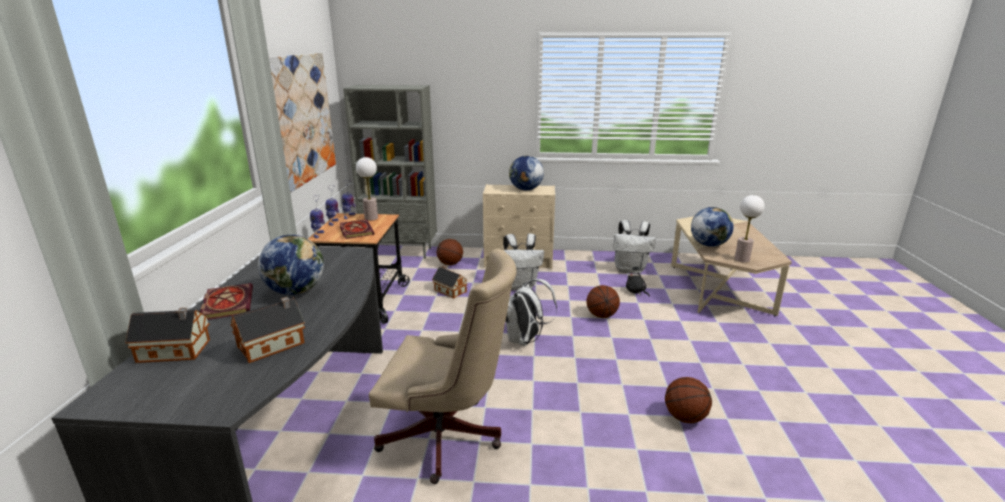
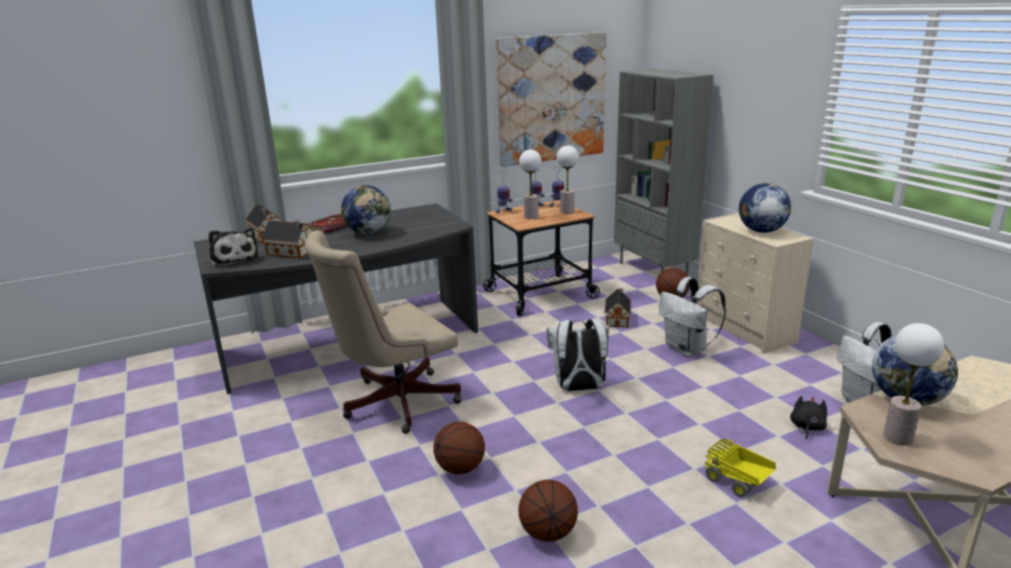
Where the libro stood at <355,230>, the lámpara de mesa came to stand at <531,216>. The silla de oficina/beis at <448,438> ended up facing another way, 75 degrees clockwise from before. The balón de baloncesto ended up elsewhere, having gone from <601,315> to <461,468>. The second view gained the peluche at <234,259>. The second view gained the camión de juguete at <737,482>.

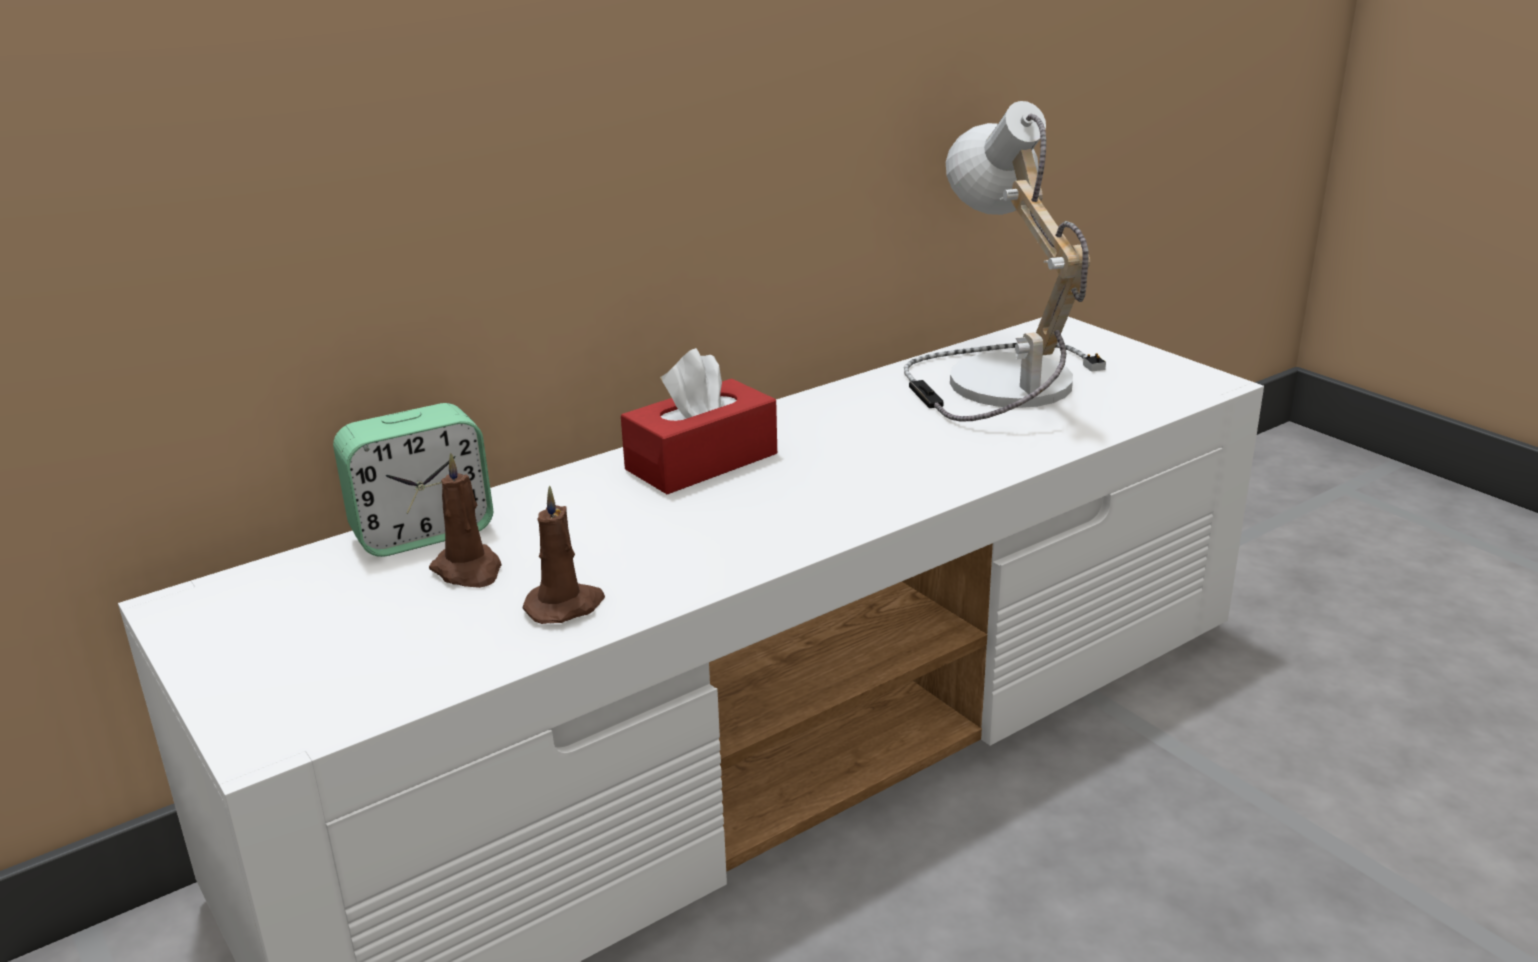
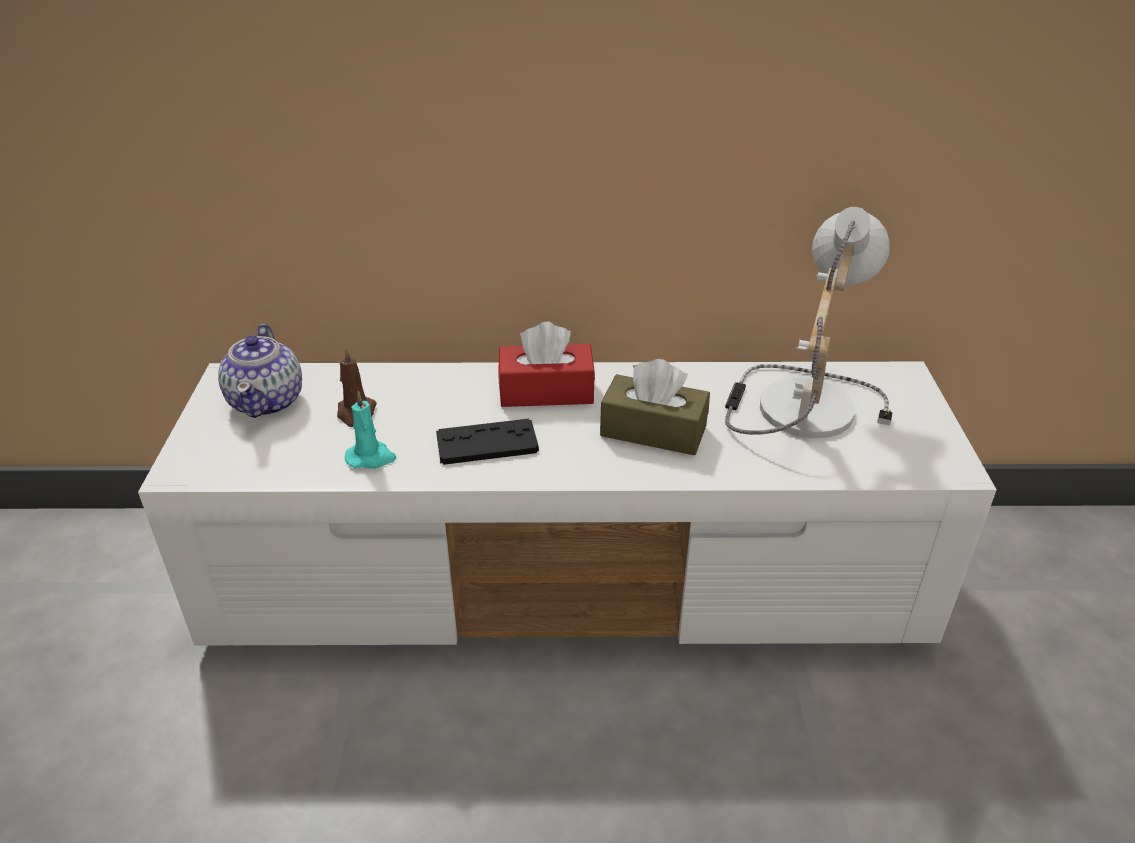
The second view lost the despertador at <422,533>. What was the vela/marrón at <565,606> turned into the vela/turquesa at <371,458>. The second view gained the tetera at <267,401>. The second view gained the mando de consola/negro at <487,443>. The second view gained the caja de pañuelos/marrón at <653,431>.

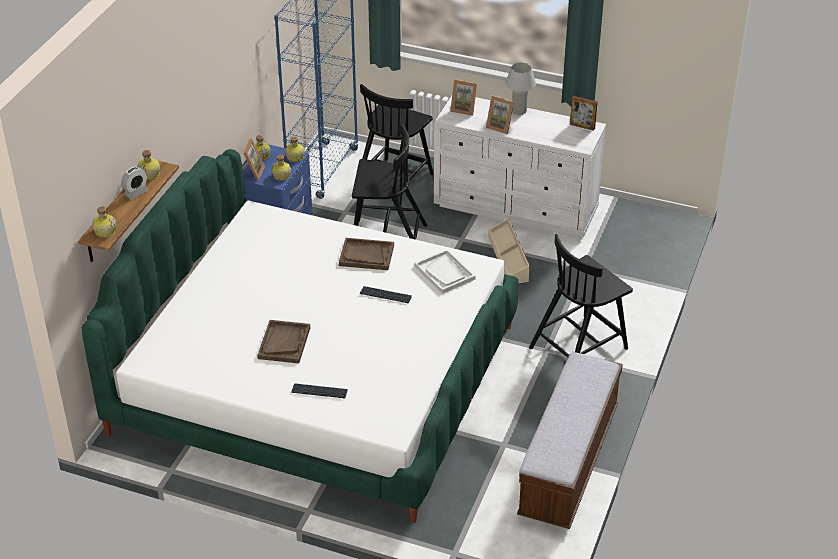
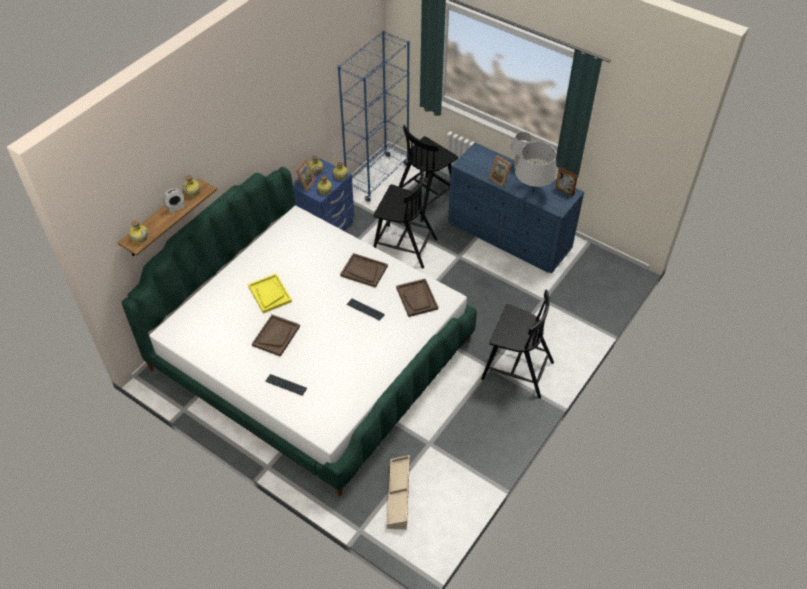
What was the bandeja/blanco at <445,273> turned into the bandeja/marrón at <417,298>. What was the cómoda/blanco at <517,207> turned into the cómoda/azul at <510,237>. The second view lost the portarretratos at <464,109>. The caja de almacenaje/beis ended up elsewhere, having gone from <509,258> to <399,495>. The second view lost the banco at <568,462>. The silla/negro at <579,347> ended up facing another way, 135 degrees counterclockwise from before. The second view gained the bandeja/amarillo at <269,294>. The second view gained the lámpara de mesa/gris at <532,192>.

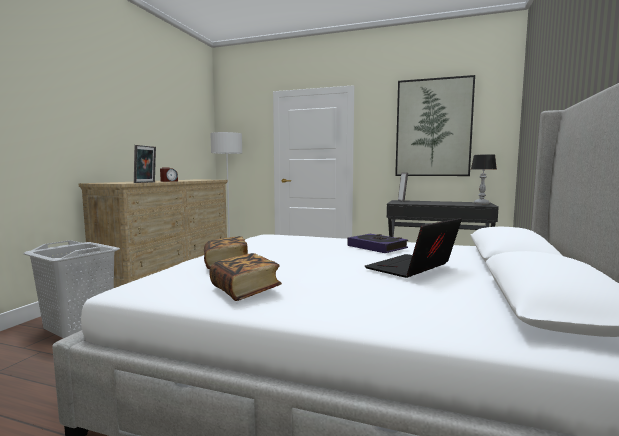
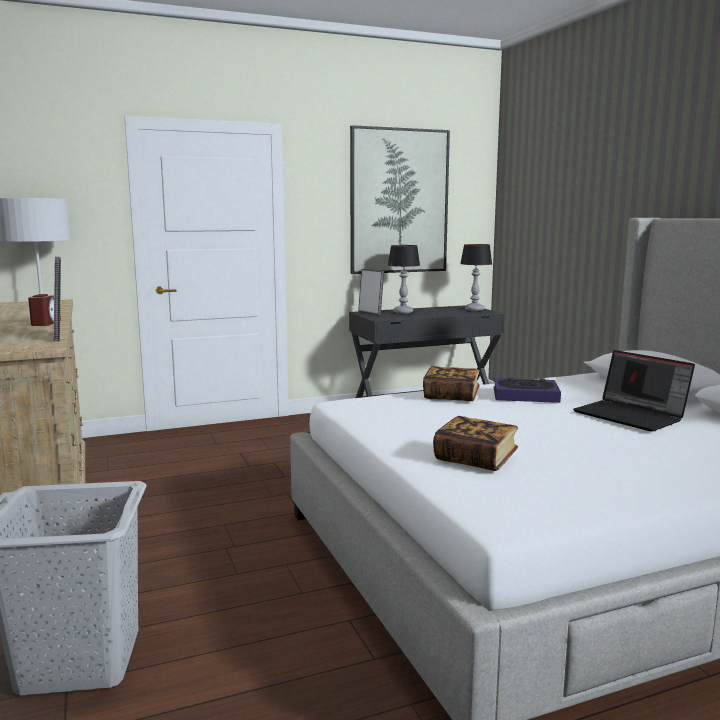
The libro ended up elsewhere, having gone from <245,291> to <451,396>. The portátil at <412,268> ended up facing another way, 45 degrees counterclockwise from before. The second view gained the lámpara de mesa at <403,312>.

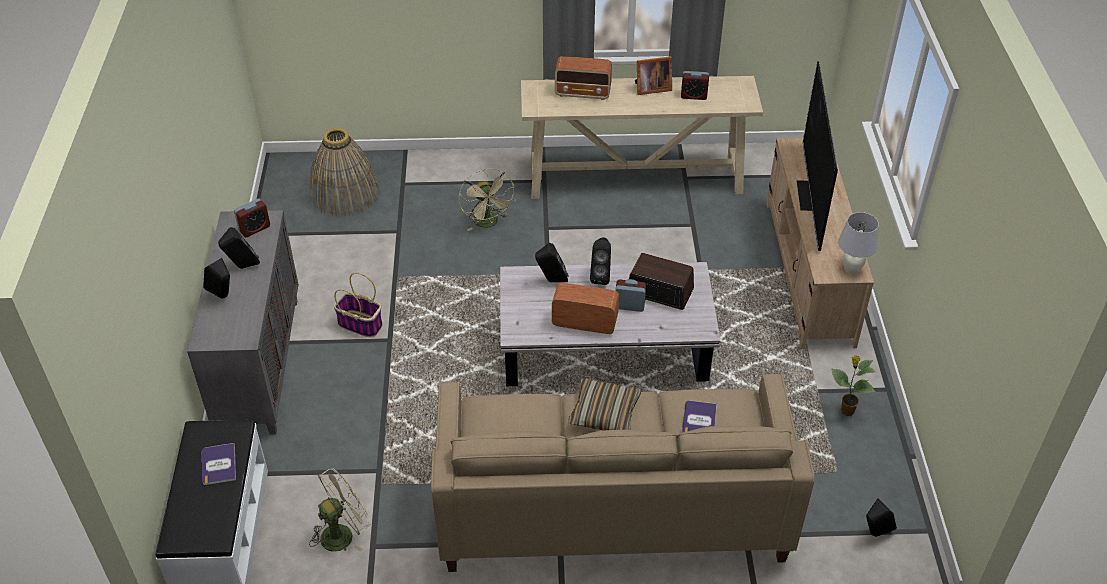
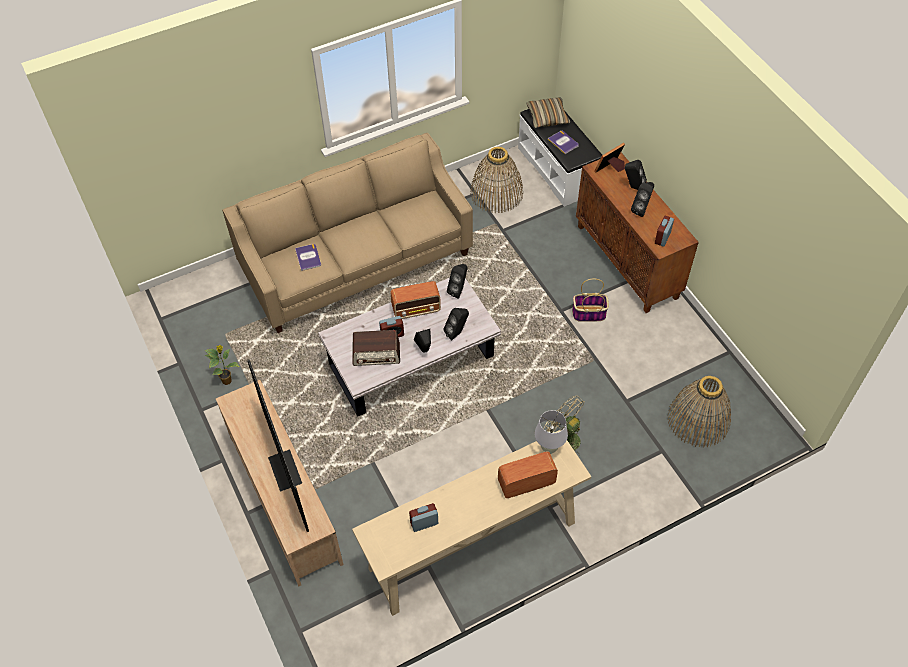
What was the armario/gris at <259,364> turned into the armario/marrón at <628,262>. Where the ventilador/beis stood at <342,533>, the cesta came to stand at <496,193>. The cojín ended up elsewhere, having gone from <604,413> to <547,117>. The portarretratos ended up elsewhere, having gone from <651,88> to <610,168>. The lámpara de mesa/blanco ended up elsewhere, having gone from <851,269> to <549,449>. The altavoz/negro ended up elsewhere, having gone from <874,534> to <458,290>.

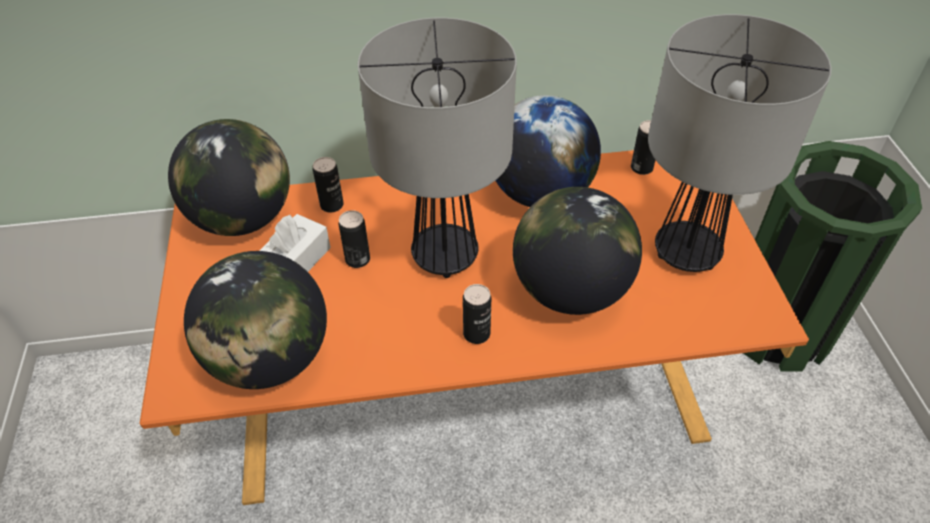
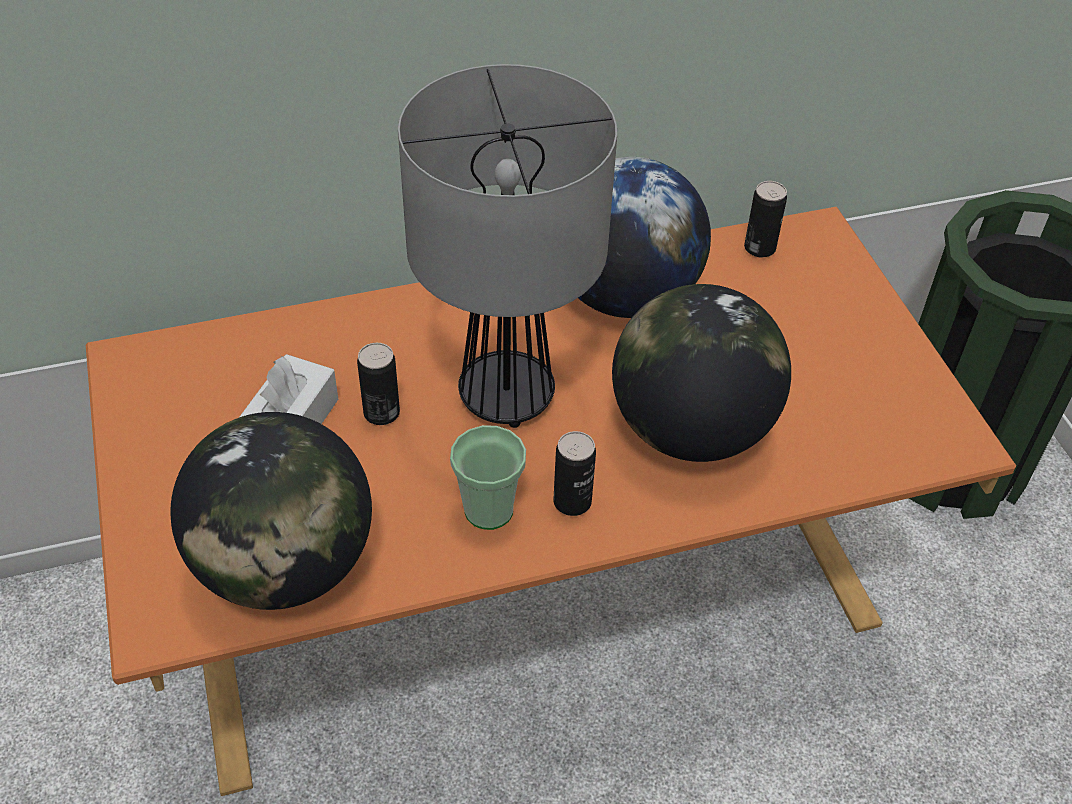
The second view lost the globo terráqueo at <243,219>. The second view lost the lata at <332,205>. The second view lost the lámpara de mesa at <685,253>. The second view gained the taza at <488,510>.

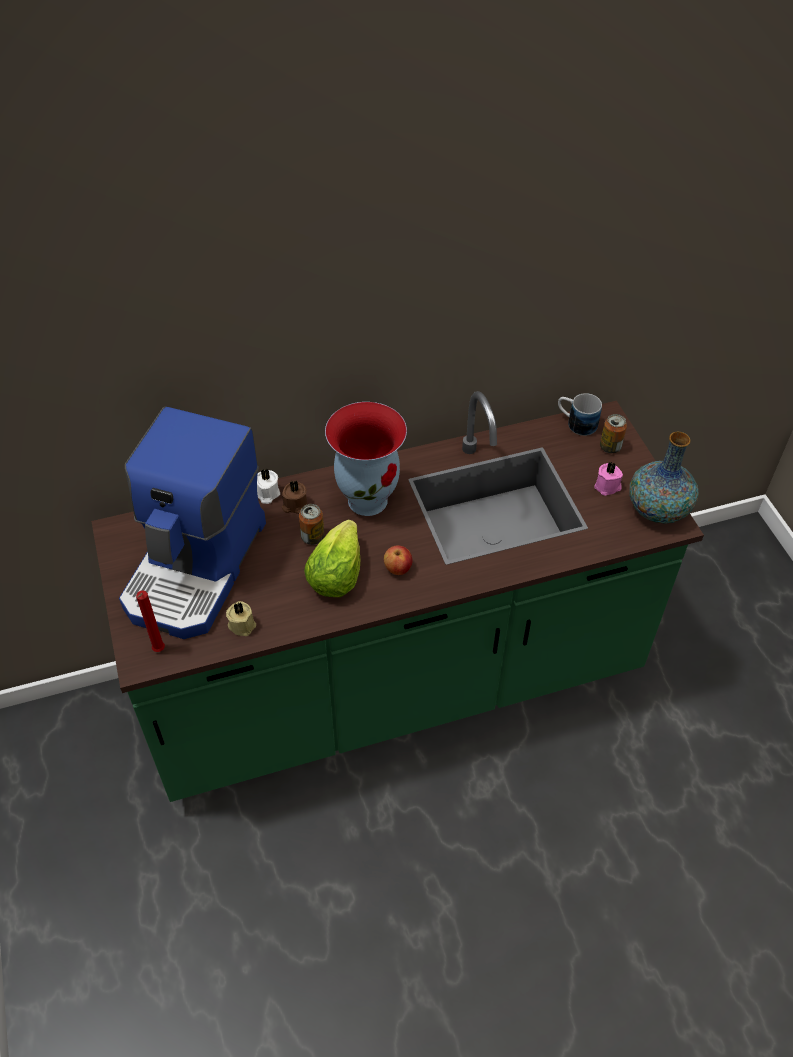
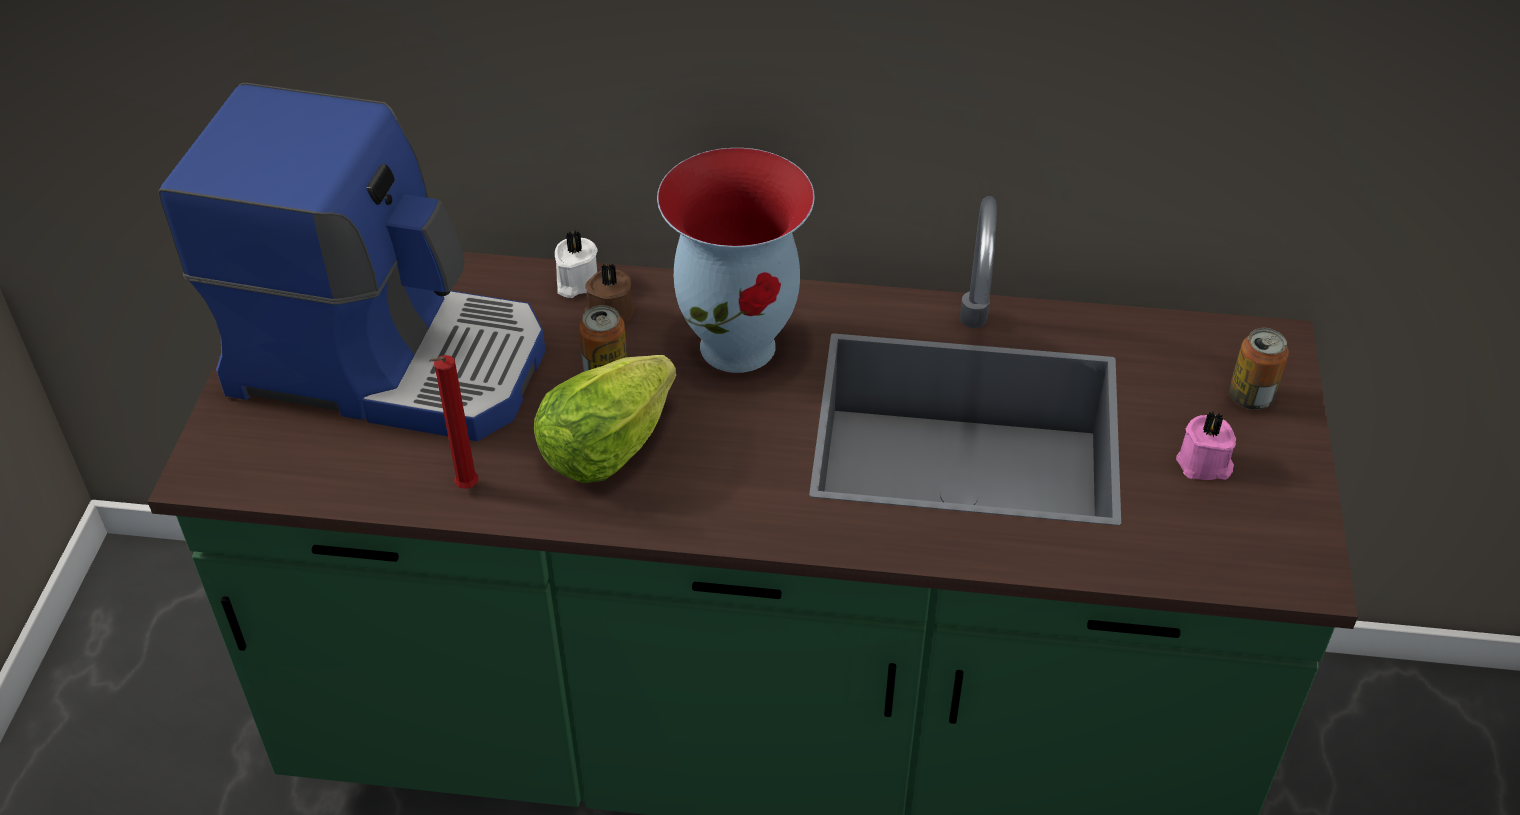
The cafetera at <197,567> ended up facing another way, 120 degrees counterclockwise from before. The vela/rojo ended up elsewhere, having gone from <158,651> to <465,489>. The second view lost the vela/beis at <242,624>. The second view lost the manzana at <398,569>. The second view lost the taza grande at <576,423>. The second view lost the florero at <657,510>.

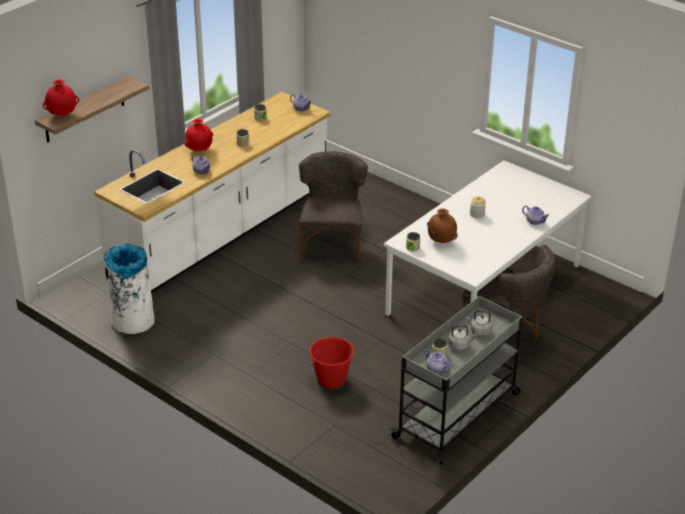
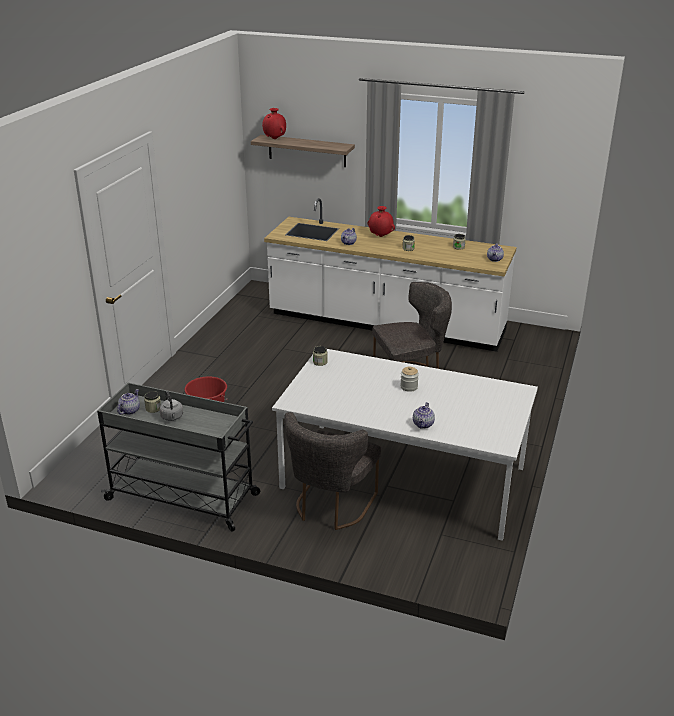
The second view lost the papelera/blanco at <133,322>. The second view lost the florero/marrón at <441,241>. The second view lost the hervidor/gris at <479,331>.

